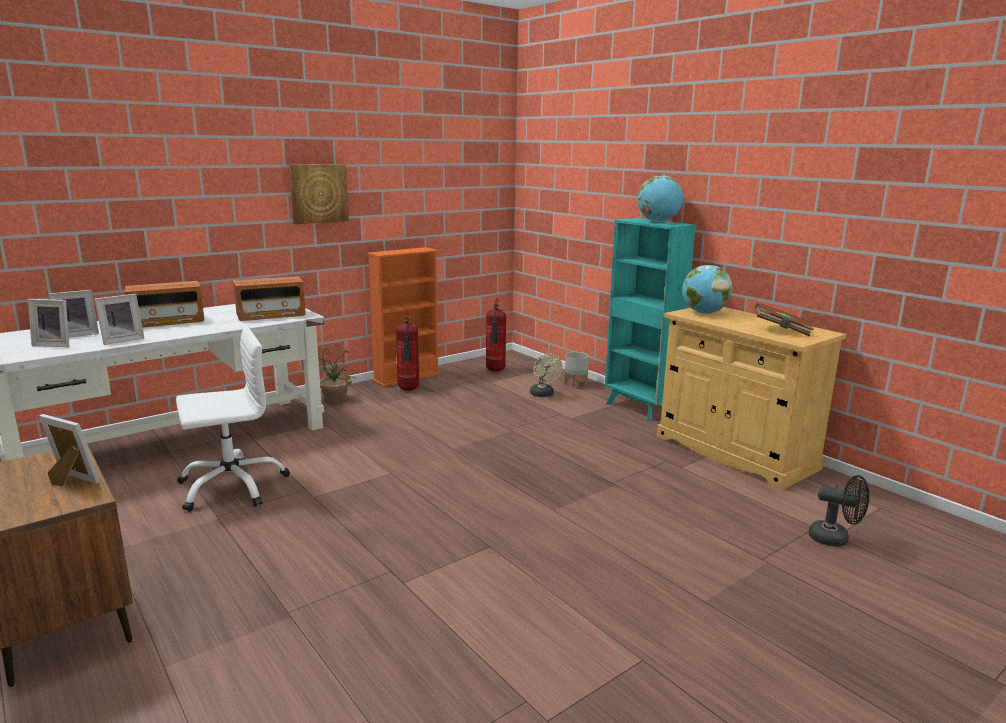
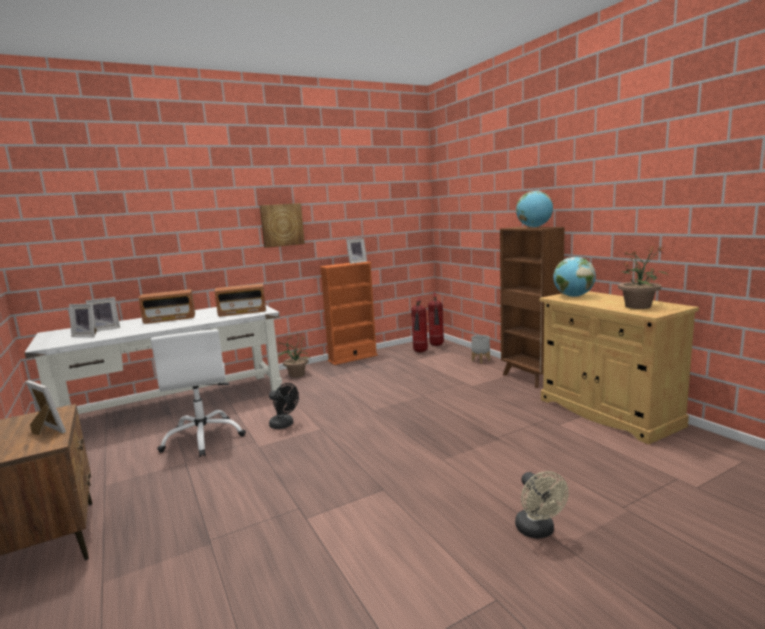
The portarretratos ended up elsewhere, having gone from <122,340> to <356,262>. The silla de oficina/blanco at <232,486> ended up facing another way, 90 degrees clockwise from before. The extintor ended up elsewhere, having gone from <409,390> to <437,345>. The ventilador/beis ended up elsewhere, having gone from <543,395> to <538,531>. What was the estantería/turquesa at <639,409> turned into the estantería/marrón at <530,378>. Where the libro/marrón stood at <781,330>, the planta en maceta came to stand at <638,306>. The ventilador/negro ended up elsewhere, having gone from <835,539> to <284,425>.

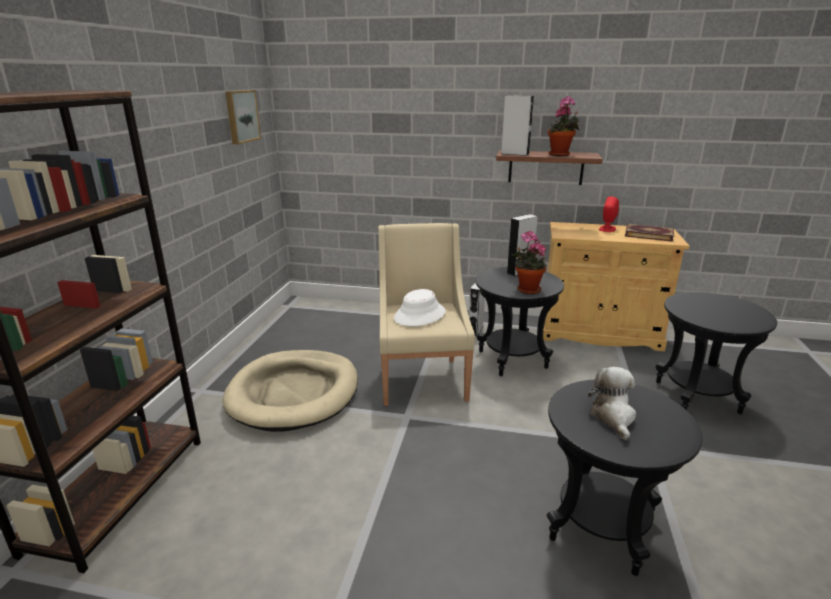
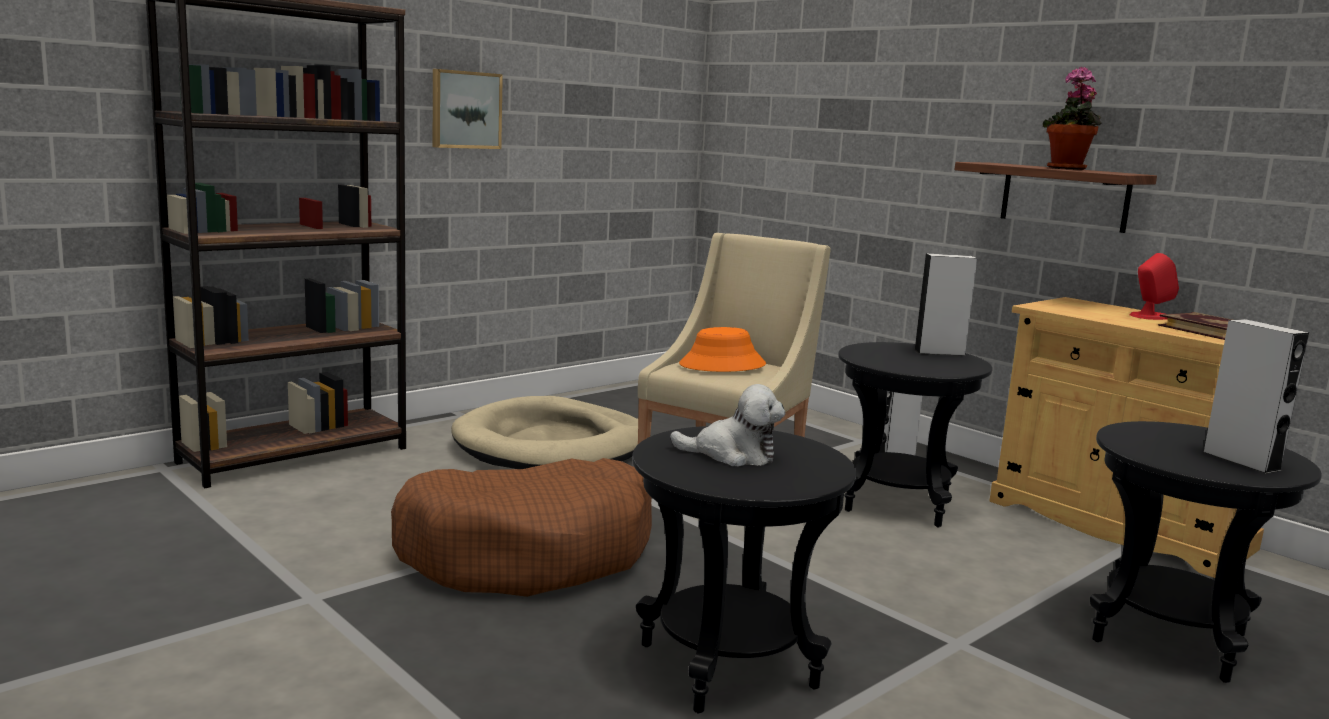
The cuadro ended up elsewhere, having gone from <241,116> to <465,110>. What was the sombrero/blanco at <420,315> turned into the sombrero/naranja at <722,365>. The altavoz/gris ended up elsewhere, having gone from <515,154> to <1241,461>. The second view lost the planta en maceta at <526,290>. The peluche at <613,417> ended up facing another way, 60 degrees clockwise from before. The second view gained the cama para perro/marrón at <529,553>.

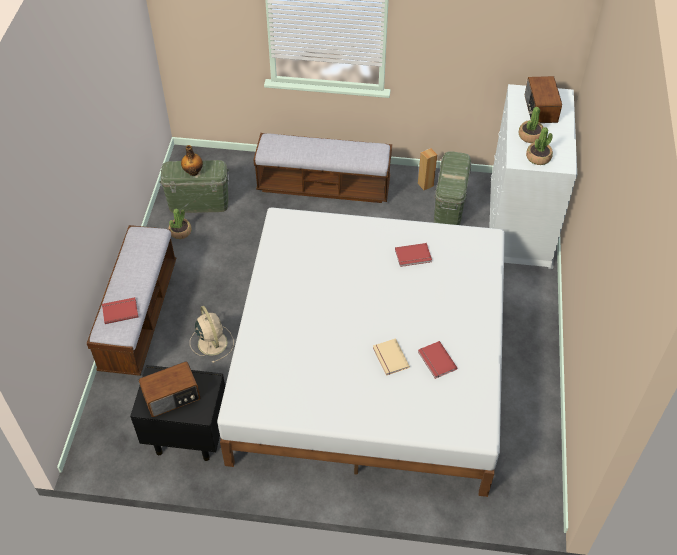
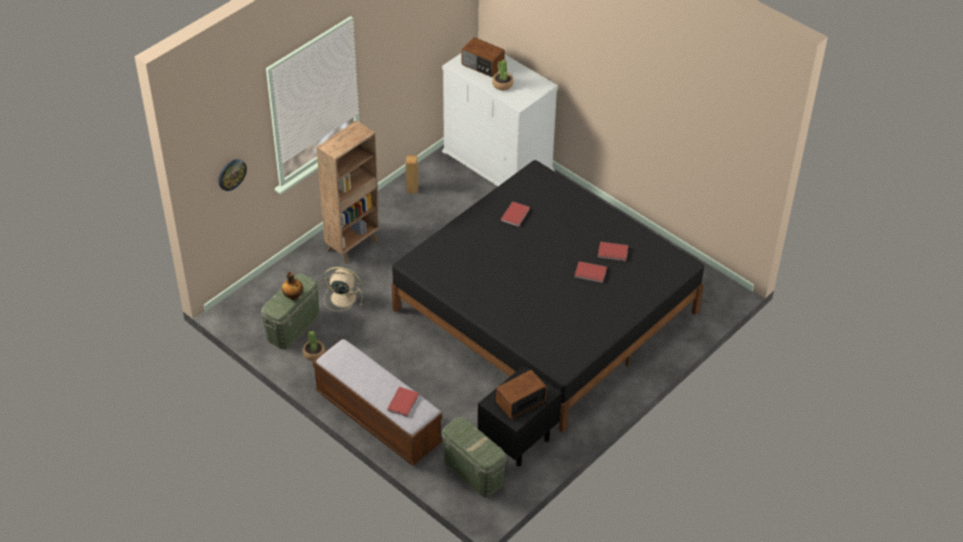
The radio at <172,397> ended up facing another way, 135 degrees counterclockwise from before. The ventilador/beis ended up elsewhere, having gone from <212,342> to <342,297>. What was the cama/blanco at <369,363> turned into the cama/negro at <545,311>. Where the banco stood at <324,186>, the estantería/marrón came to stand at <353,245>. What was the libro/beis at <389,358> turned into the libro/rojo at <590,273>. The caja de almacenaje/verde ended up elsewhere, having gone from <449,207> to <473,472>. The second view lost the planta en maceta at <538,157>. The second view gained the reloj de pared at <231,174>.

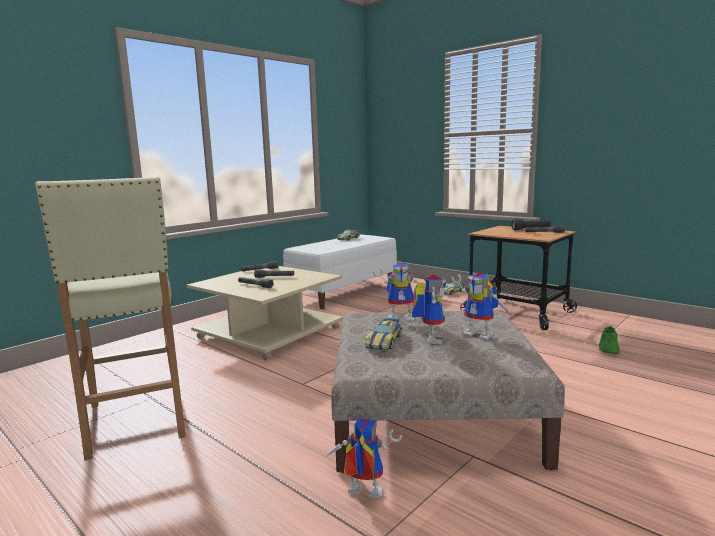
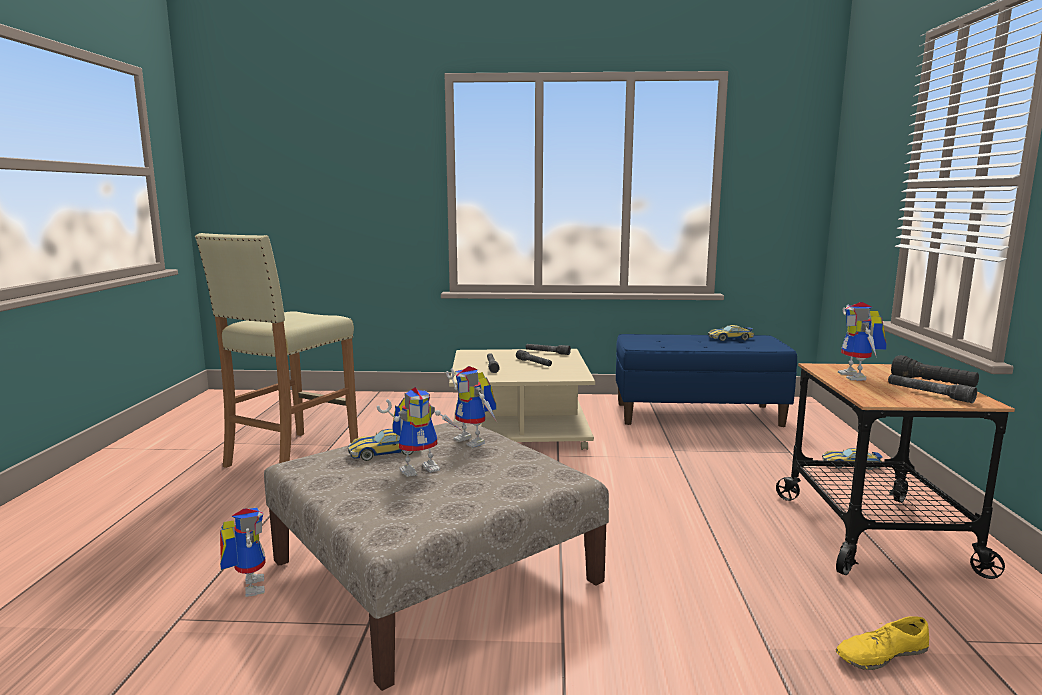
What was the banco/blanco at <343,292> turned into the banco/azul at <698,414>. The robot de juguete ended up elsewhere, having gone from <482,334> to <858,377>. What was the zapato/verde at <609,348> turned into the zapato/amarillo at <881,654>.

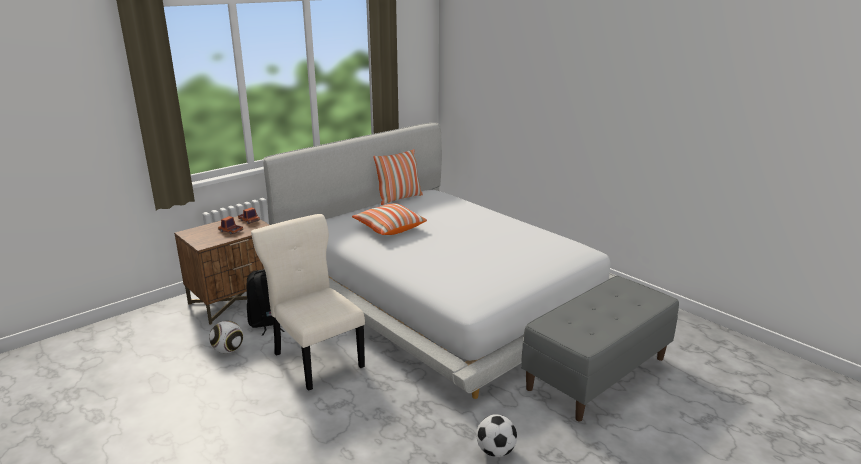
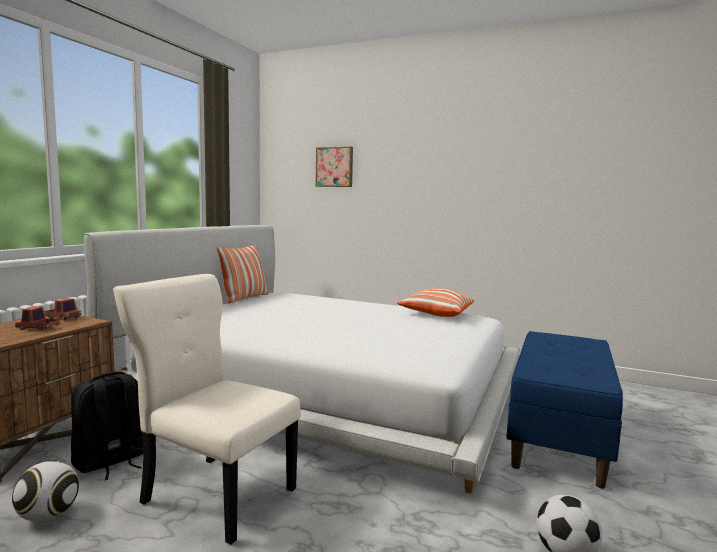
The cojín ended up elsewhere, having gone from <389,228> to <436,314>. What was the banco/gris at <596,372> turned into the banco/azul at <557,435>. The second view gained the cuadro at <335,167>.

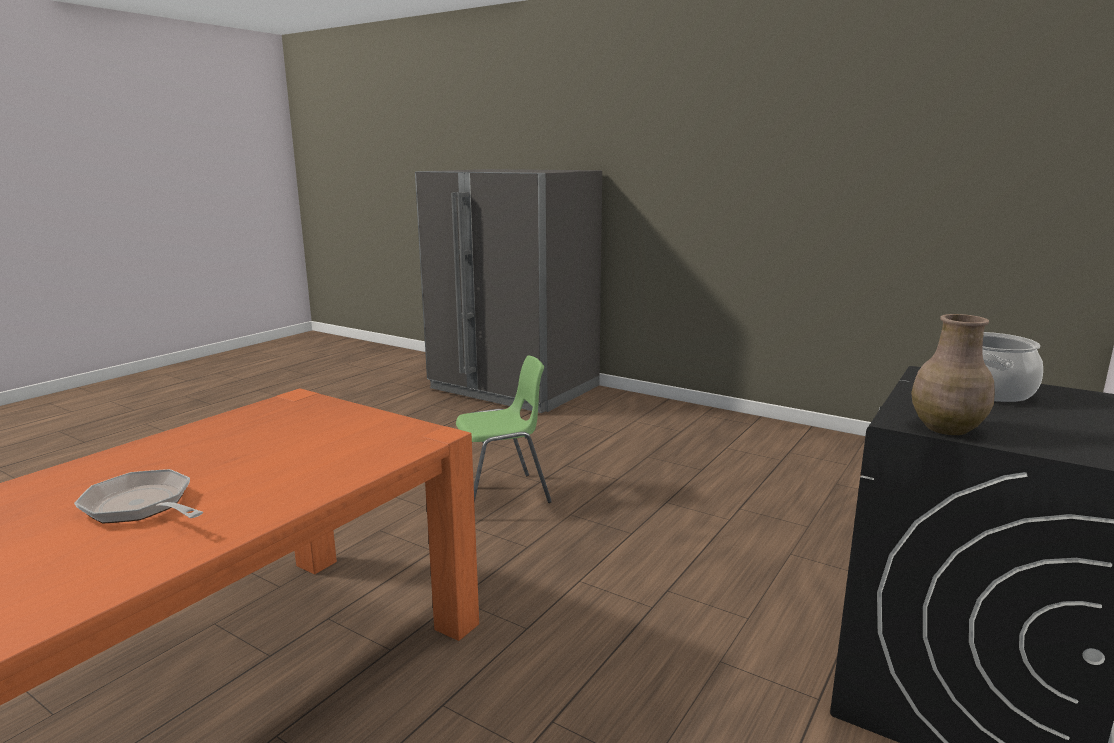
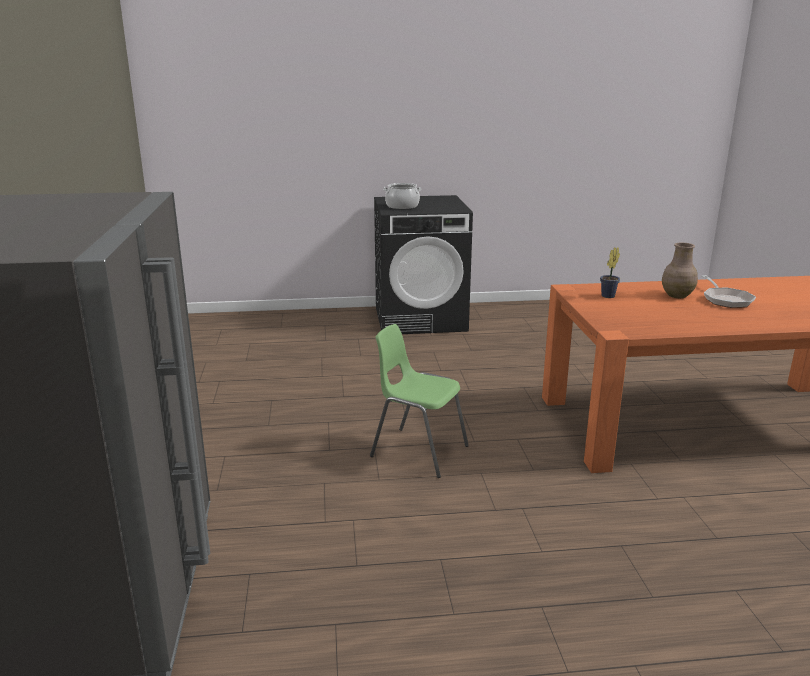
The florero/marrón ended up elsewhere, having gone from <947,429> to <677,295>. The second view gained the planta en maceta at <607,296>.

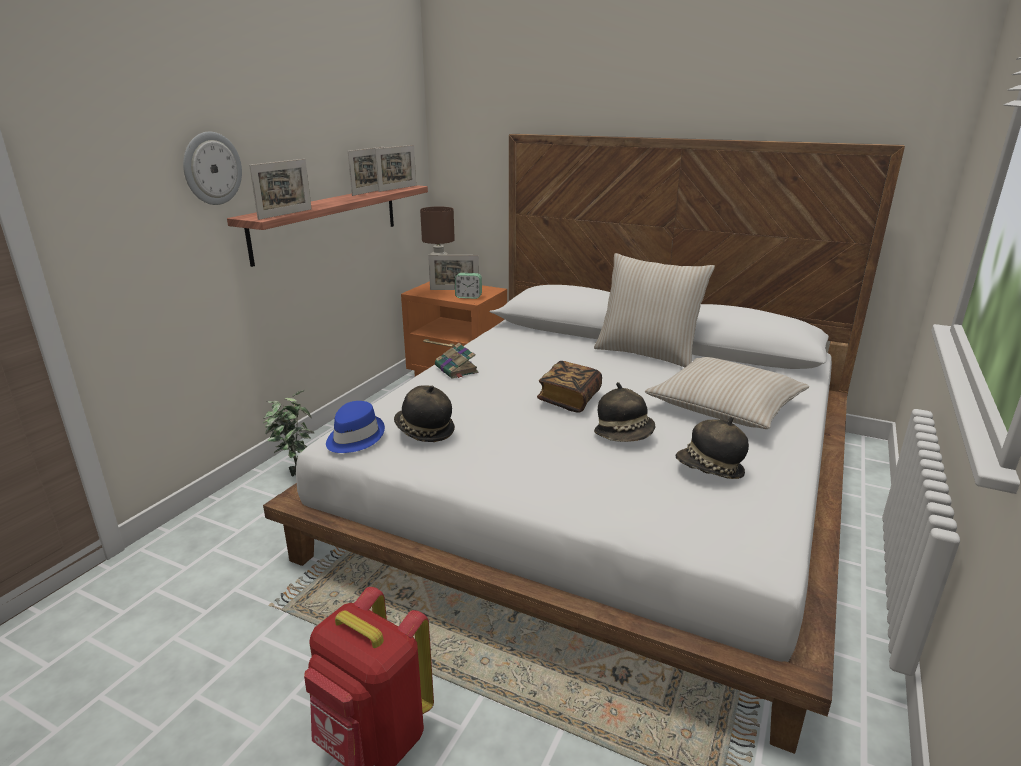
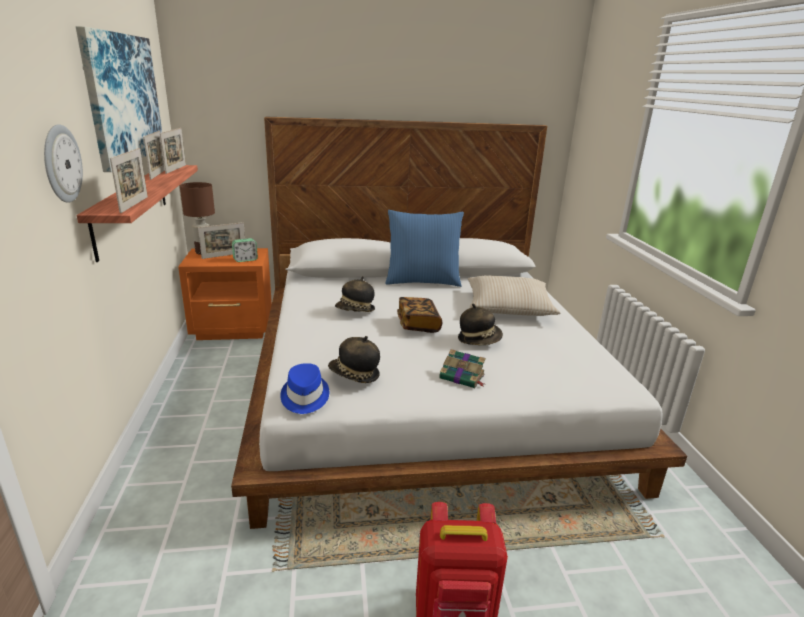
The second view lost the planta en maceta at <295,470>. The libro ended up elsewhere, having gone from <457,370> to <463,377>. What was the cojín/beis at <647,354> turned into the cojín/azul at <422,281>. The sombrero ended up elsewhere, having gone from <709,470> to <355,311>. The second view gained the cuadro at <123,98>.

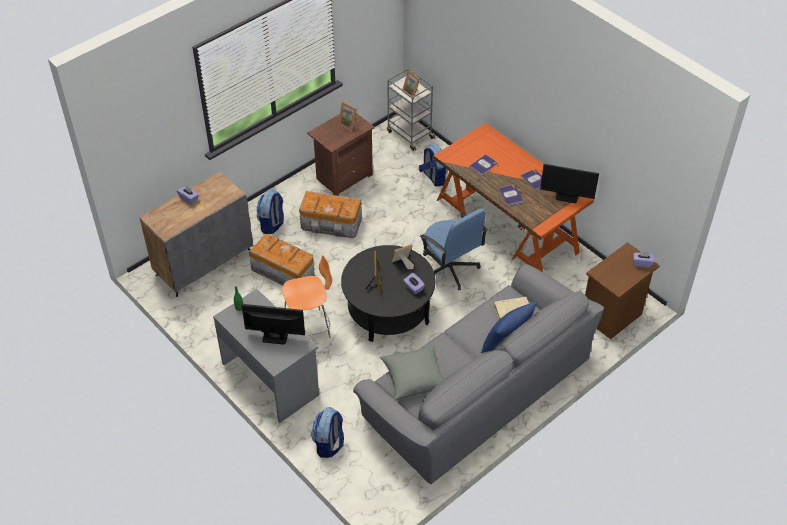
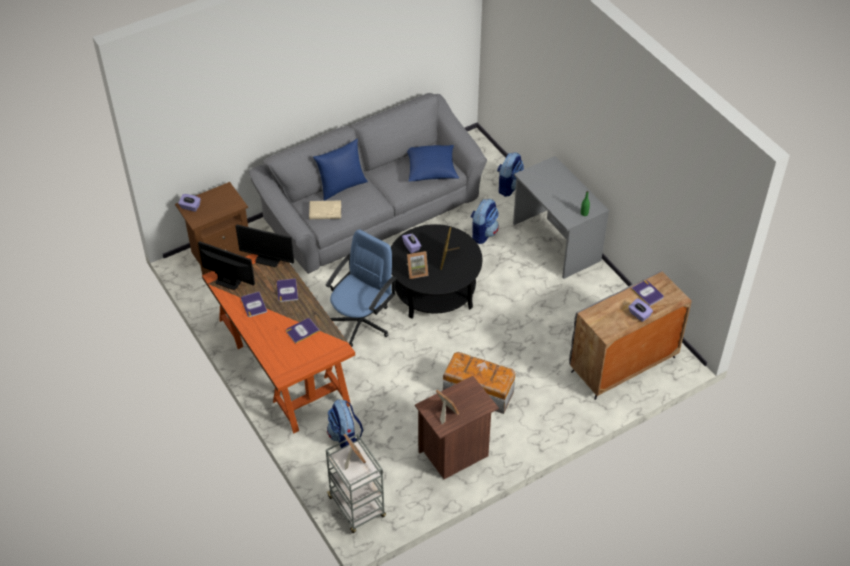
The monitor ended up elsewhere, having gone from <275,337> to <268,259>. The second view lost the caja de almacenaje at <283,272>. The mochila ended up elsewhere, having gone from <272,224> to <483,233>. The second view lost the silla/naranja at <309,327>. What was the cojín/gris at <414,378> turned into the cojín/azul at <431,169>. The silla de oficina/azul at <449,269> ended up facing another way, 60 degrees clockwise from before. The second view gained the libro at <647,293>.

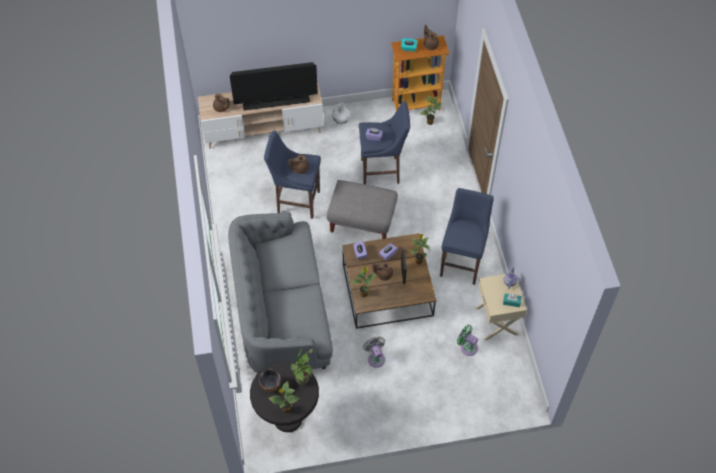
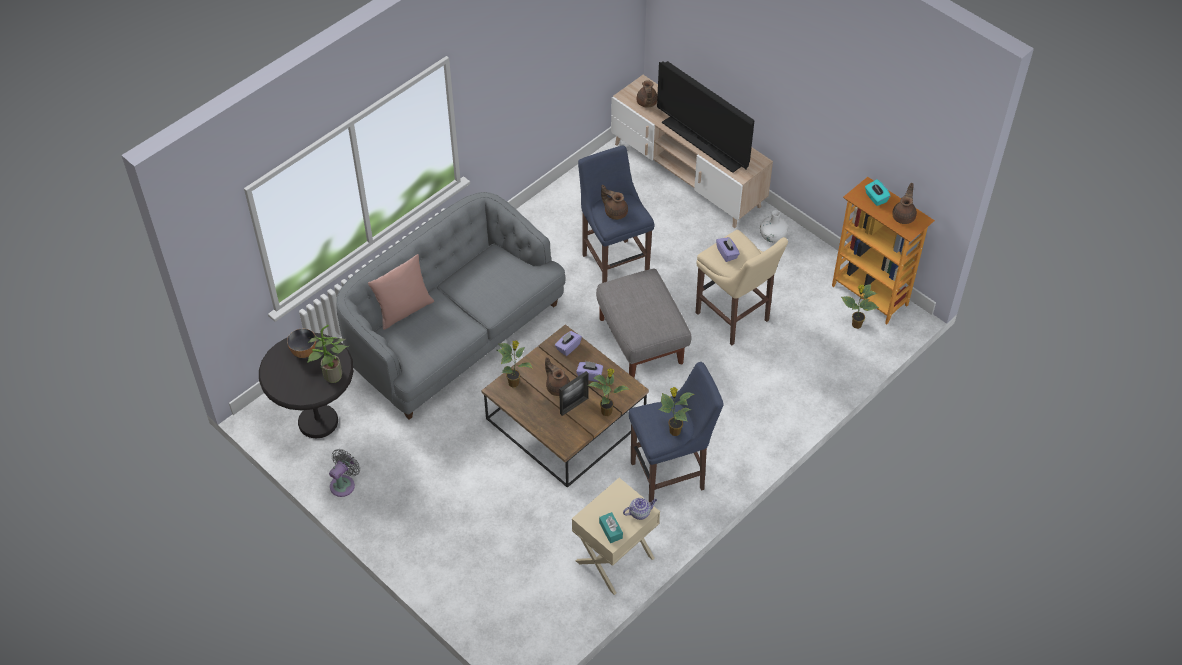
The planta en maceta ended up elsewhere, having gone from <286,409> to <674,431>. What was the taburete/azul at <382,171> turned into the taburete/beis at <734,319>. The ventilador/gris ended up elsewhere, having gone from <375,358> to <344,484>. The second view lost the ventilador/verde at <467,347>. The second view gained the cojín/rosa at <404,310>.

